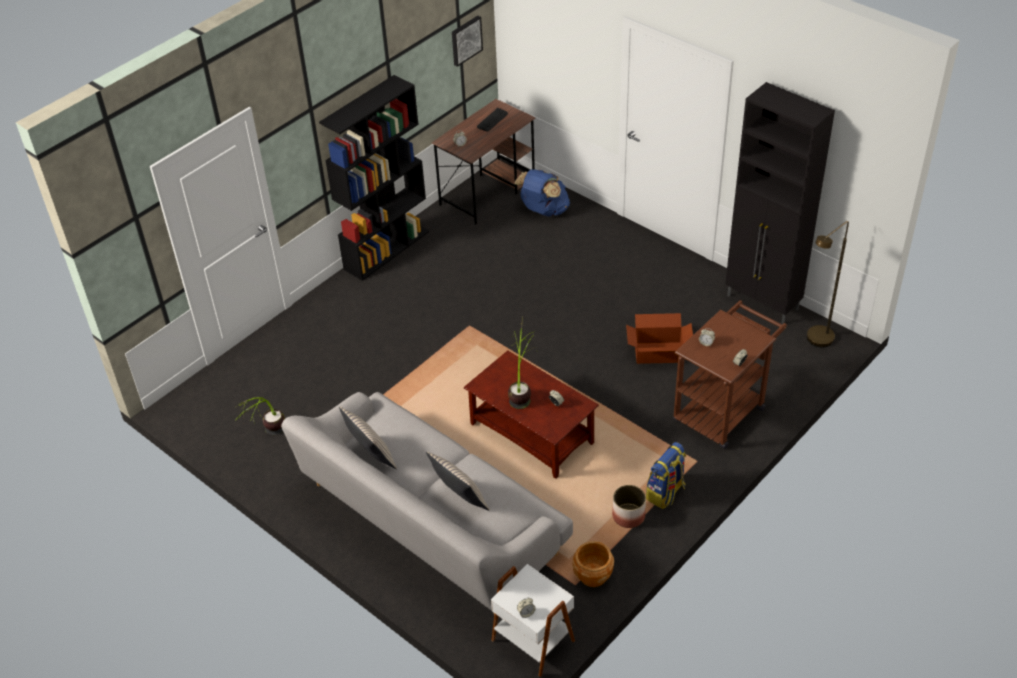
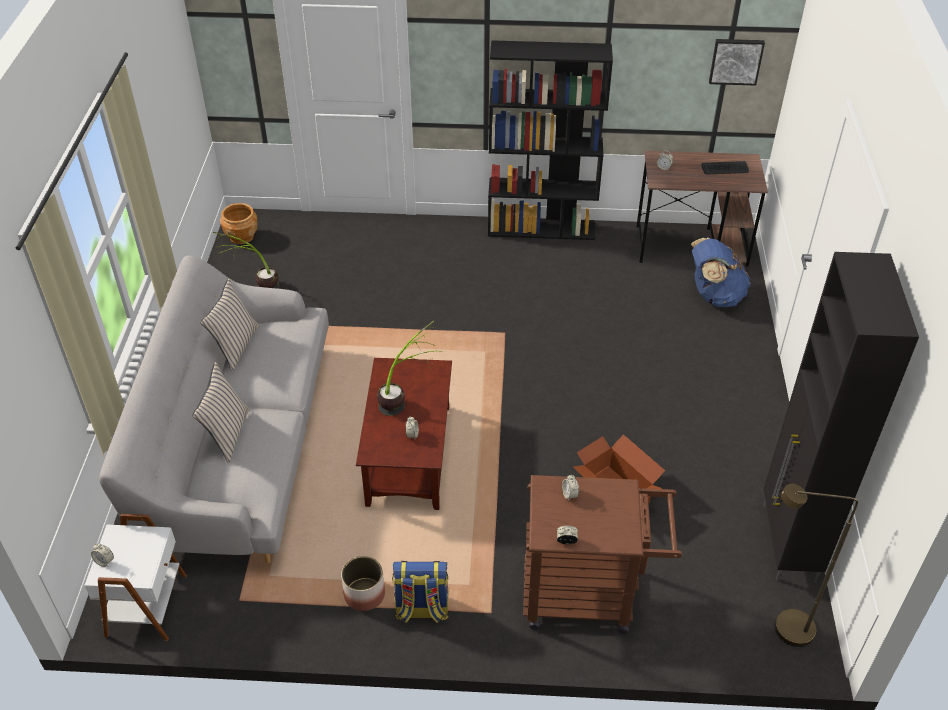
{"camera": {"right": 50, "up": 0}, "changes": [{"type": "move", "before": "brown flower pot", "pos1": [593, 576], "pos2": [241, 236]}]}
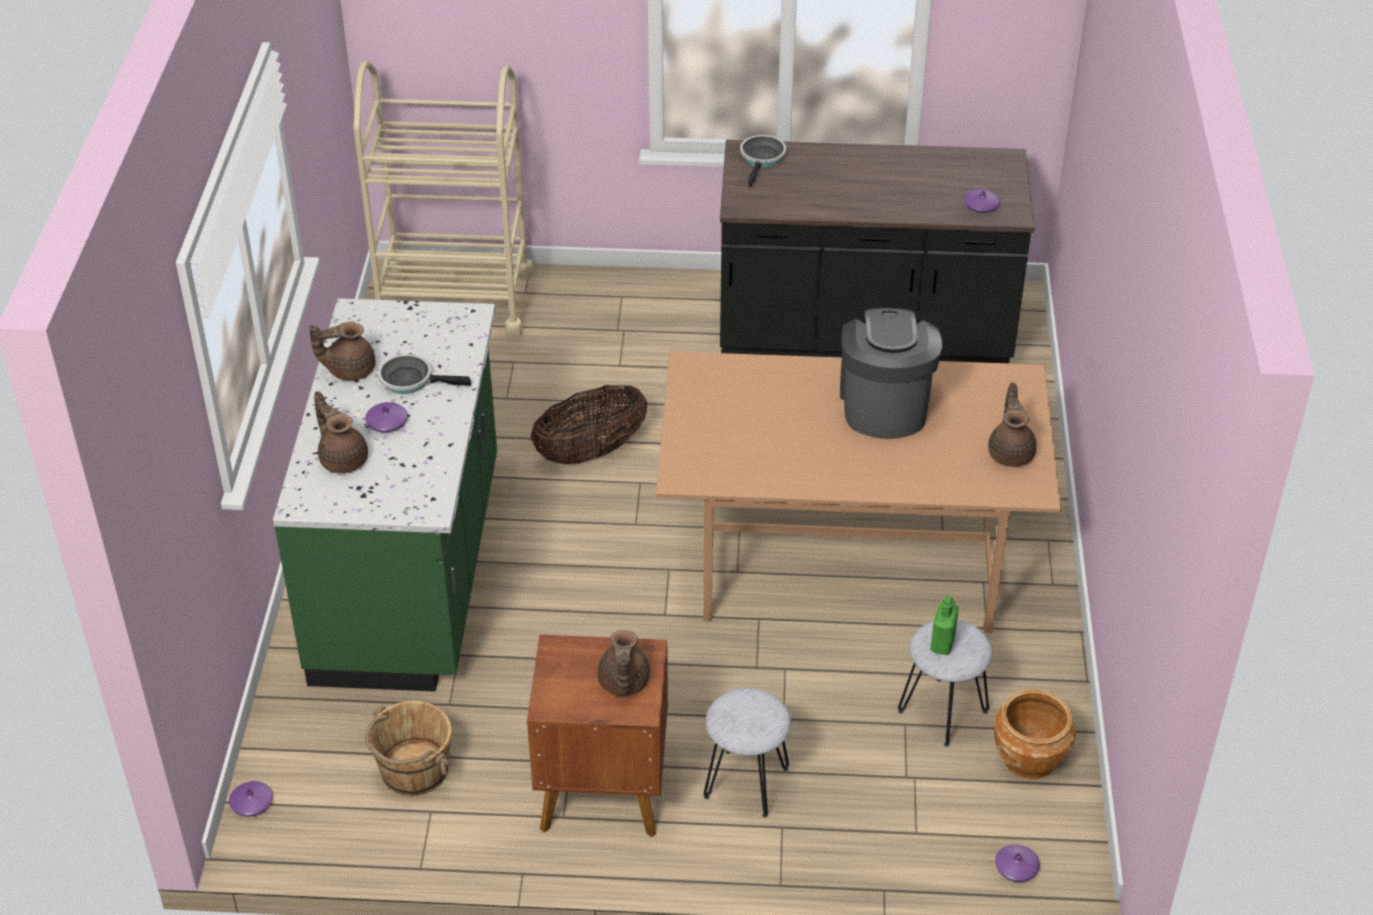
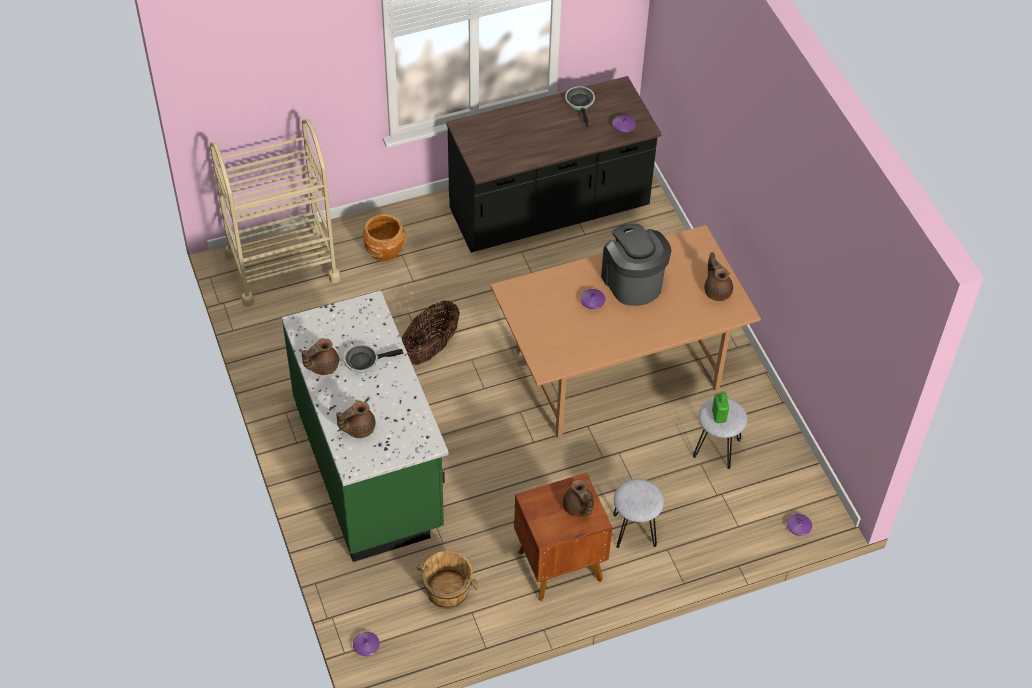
{"camera": {"right": -25, "up": 10}, "changes": [{"type": "move", "before": "pan", "pos1": [762, 159], "pos2": [580, 103]}, {"type": "rotate", "before": "brown teapot", "pos1": [343, 458], "pos2": [358, 428], "turn": -60}, {"type": "move", "before": "purple-coloured flower vase", "pos1": [387, 422], "pos2": [592, 301]}, {"type": "move", "before": "brown flower pot", "pos1": [1029, 759], "pos2": [385, 251]}]}
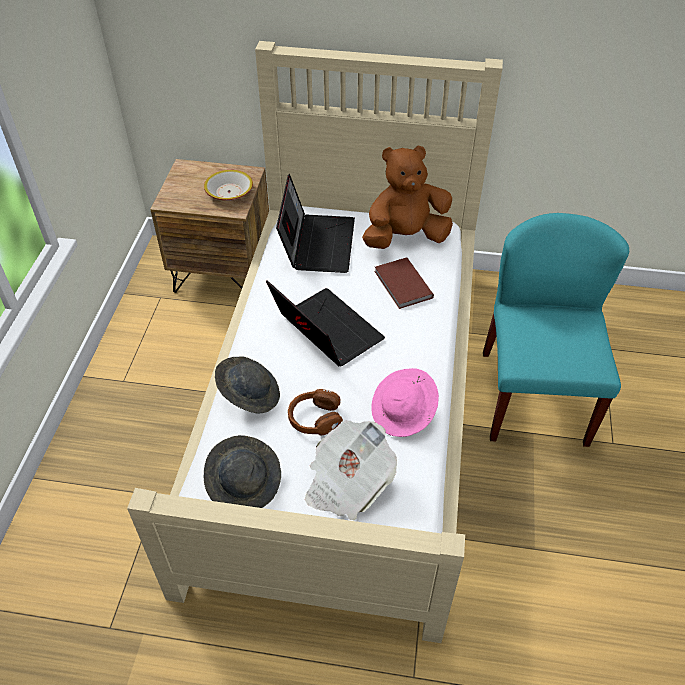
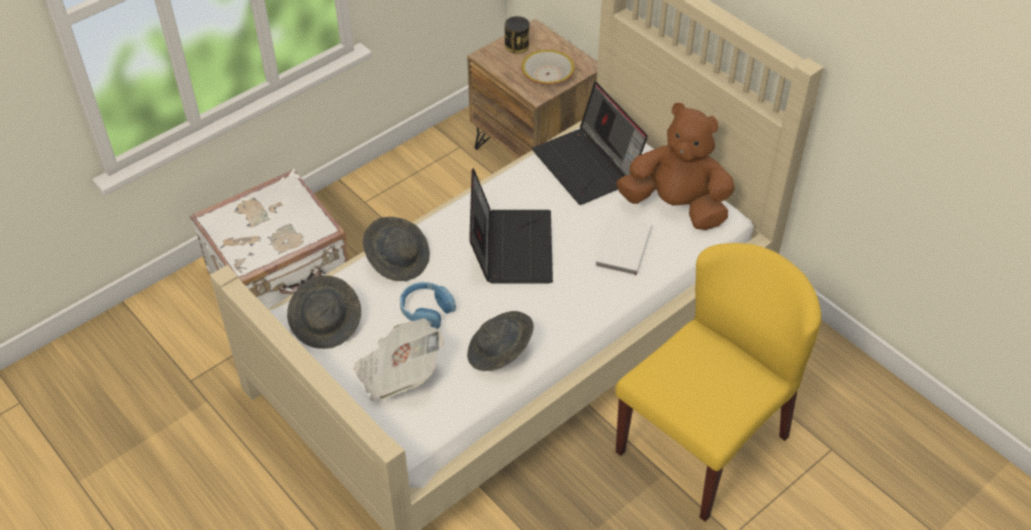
{"camera": {"right": 40, "up": 0}, "changes": [{"type": "rotate", "before": "laptop", "pos1": [317, 243], "pos2": [588, 166], "turn": 105}, {"type": "recolor", "before": "turquoise plain chair", "after": "yellow plain chair", "pos1": [533, 396], "pos2": [702, 443]}, {"type": "recolor", "before": "brown volume", "after": "white volume", "pos1": [402, 285], "pos2": [621, 248]}, {"type": "recolor", "before": "pink-coloured hat", "after": "greyish hat", "pos1": [403, 413], "pos2": [500, 352]}, {"type": "recolor", "before": "brown headphones", "after": "blue-coloured headphones", "pos1": [315, 419], "pos2": [426, 311]}, {"type": "insert", "after": "metal can", "pos2": [517, 45]}, {"type": "insert", "after": "white suitcase", "pos2": [281, 280]}]}
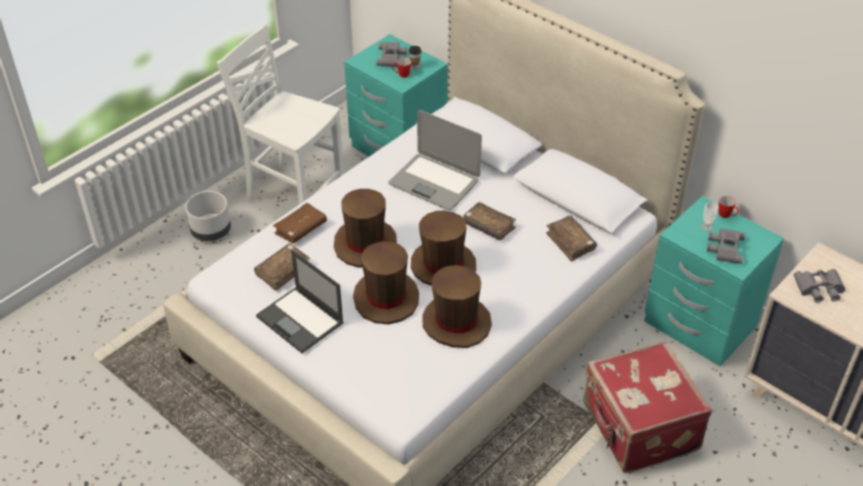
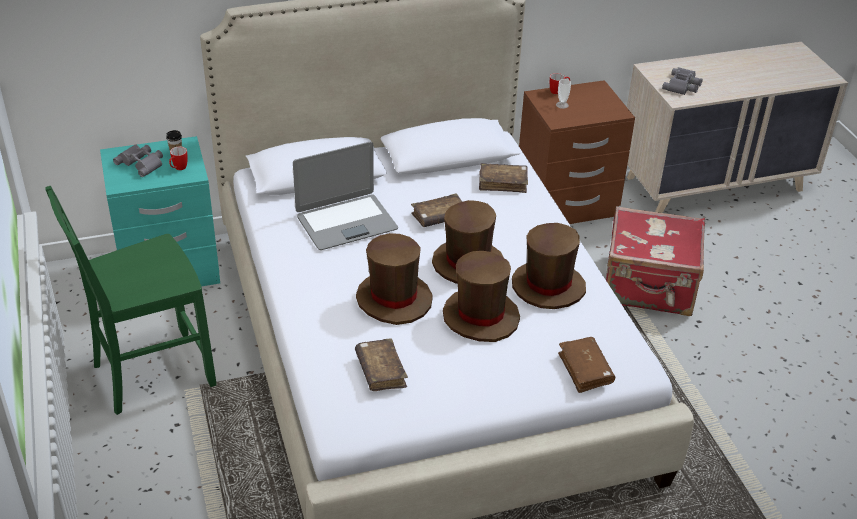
{"camera": {"right": -60, "up": -5}, "changes": [{"type": "recolor", "before": "white plain chair", "after": "greenish plain chair", "pos1": [293, 195], "pos2": [150, 374]}, {"type": "delete", "before": "greyish flower pot", "pos1": [211, 231]}, {"type": "recolor", "before": "turquoise bedside table", "after": "brown bedside table", "pos1": [699, 325], "pos2": [566, 205]}, {"type": "move", "before": "brown volume", "pos1": [300, 229], "pos2": [585, 370]}, {"type": "delete", "before": "greyish binoculars", "pos1": [724, 247]}, {"type": "delete", "before": "laptop", "pos1": [301, 320]}]}
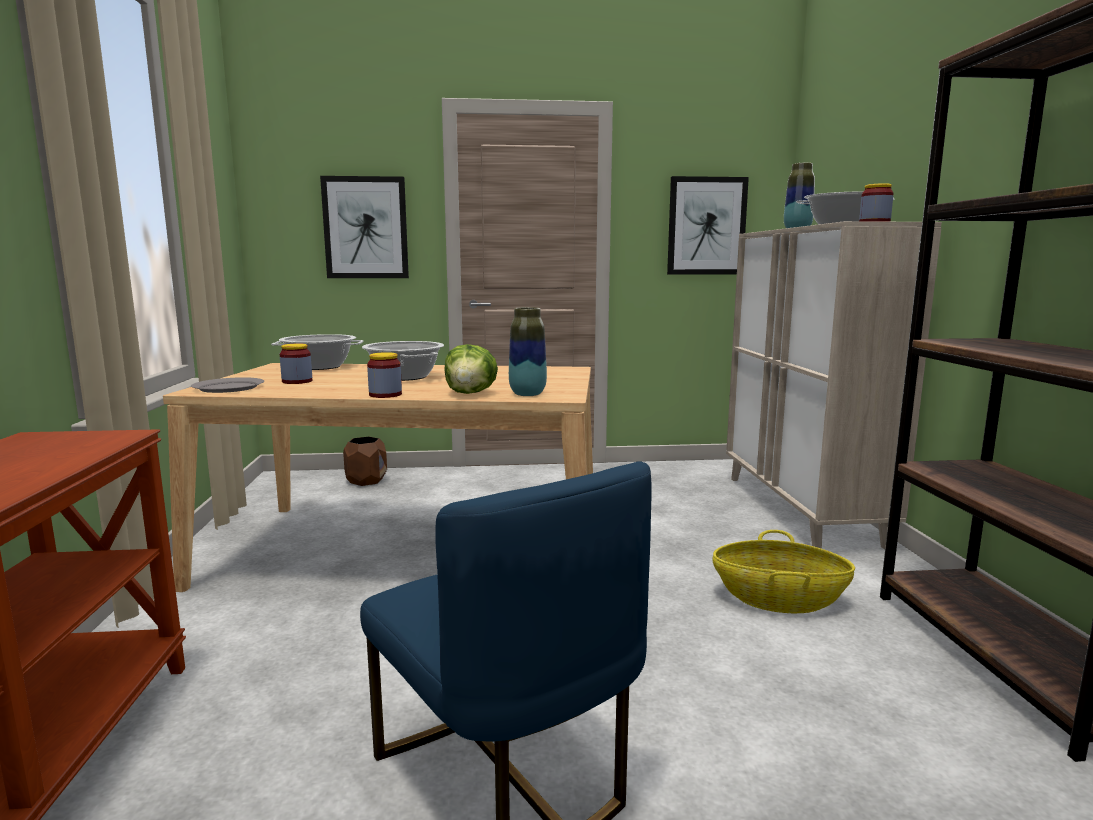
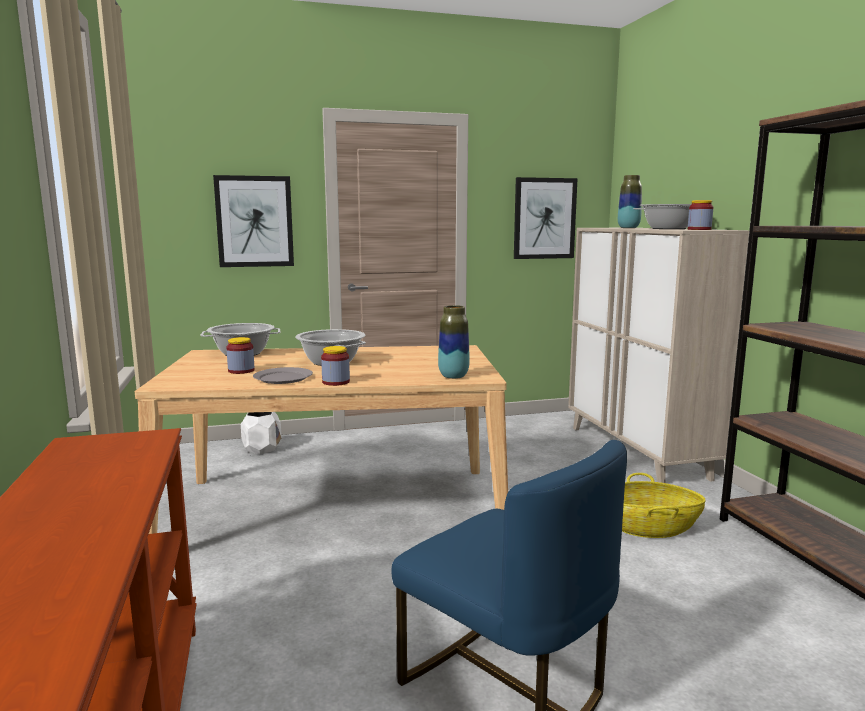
{"camera": {"right": -10, "up": 0}, "changes": [{"type": "delete", "before": "lettuce", "pos1": [470, 393]}, {"type": "move", "before": "greyish dinner plate", "pos1": [228, 387], "pos2": [283, 378]}, {"type": "recolor", "before": "brown flower pot", "after": "white flower pot", "pos1": [367, 481], "pos2": [262, 449]}]}
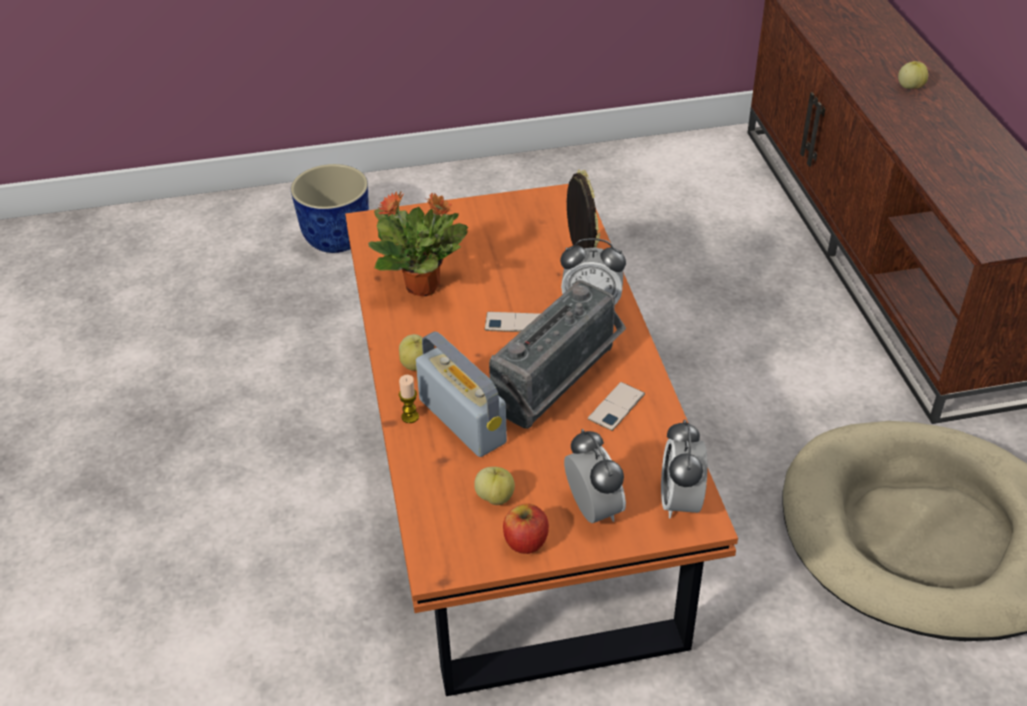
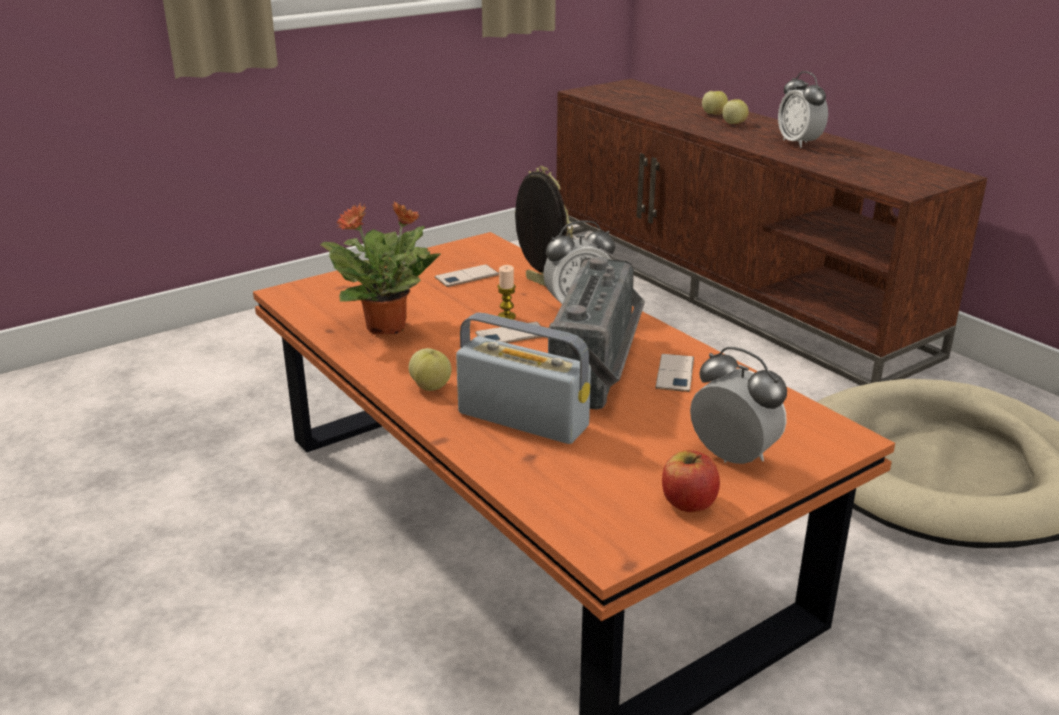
{"camera": {"right": -25, "up": -15}, "changes": [{"type": "delete", "before": "flower pot", "pos1": [337, 239]}, {"type": "move", "before": "candle", "pos1": [410, 417], "pos2": [506, 316]}, {"type": "move", "before": "bedside clock", "pos1": [680, 502], "pos2": [799, 143]}, {"type": "move", "before": "apple fruit", "pos1": [495, 497], "pos2": [714, 114]}, {"type": "insert", "after": "phone", "pos2": [467, 276]}]}
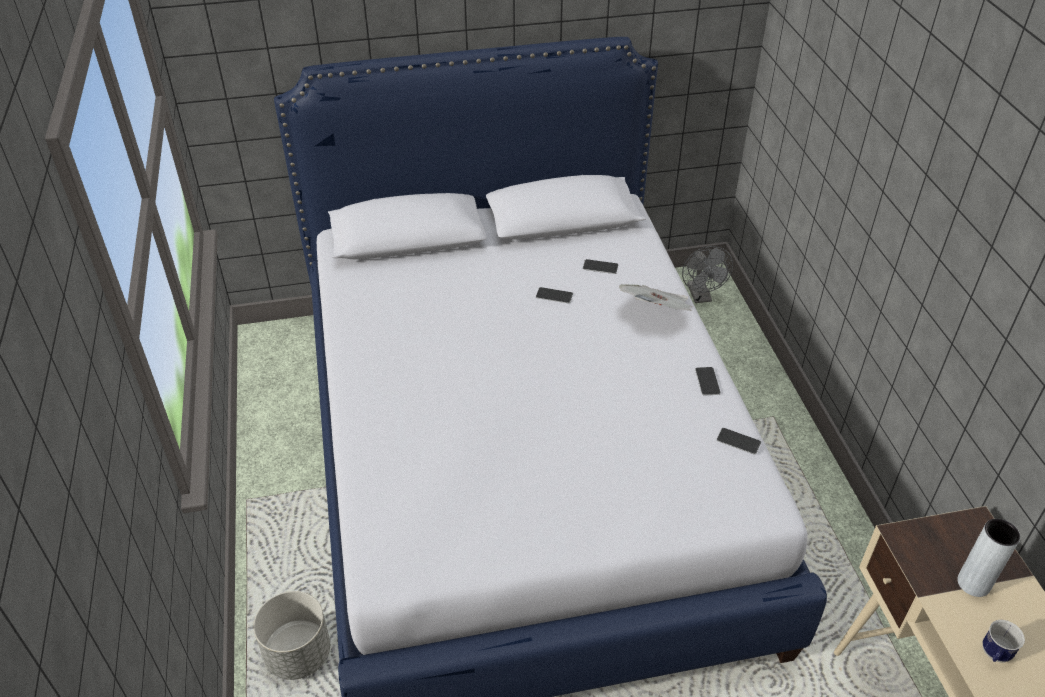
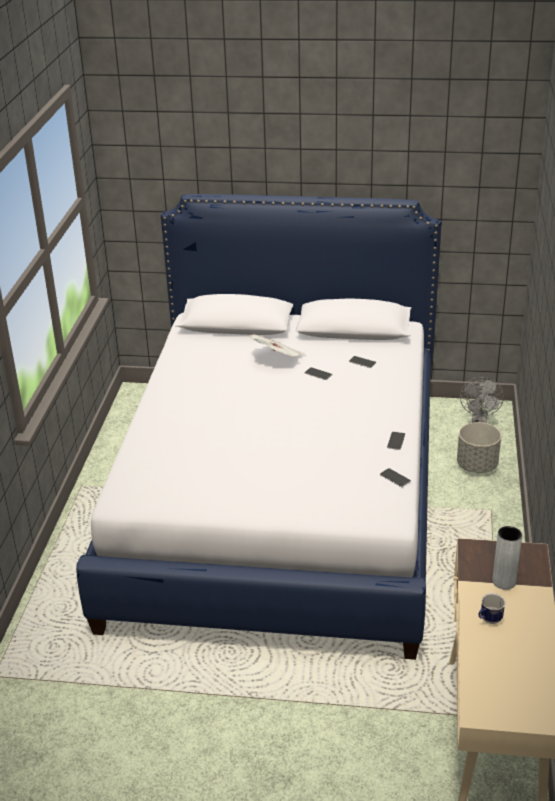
{"camera": {"right": 20, "up": -10}, "changes": [{"type": "move", "before": "daily paper", "pos1": [657, 312], "pos2": [278, 358]}, {"type": "move", "before": "greyish flower pot", "pos1": [299, 654], "pos2": [477, 466]}]}
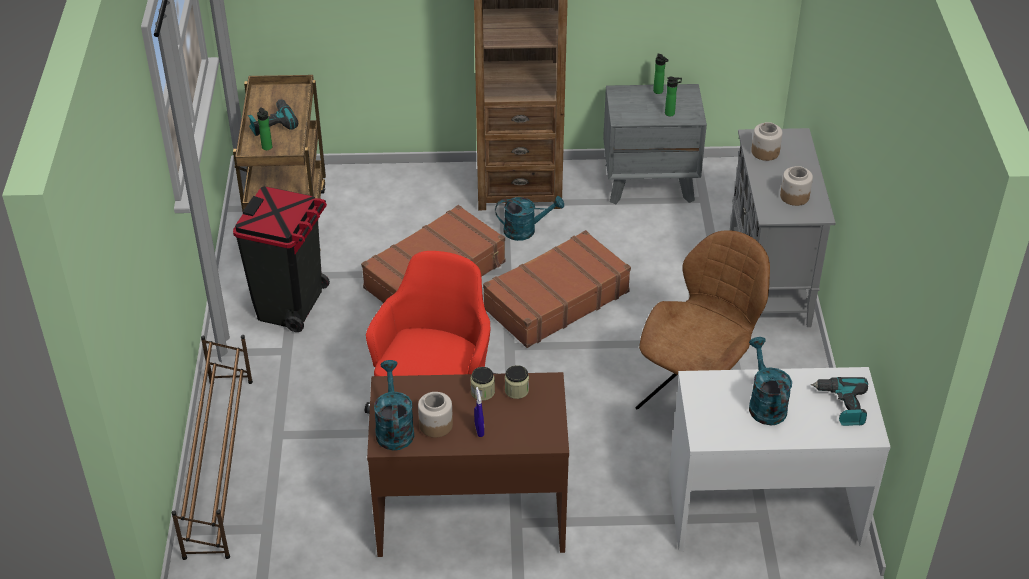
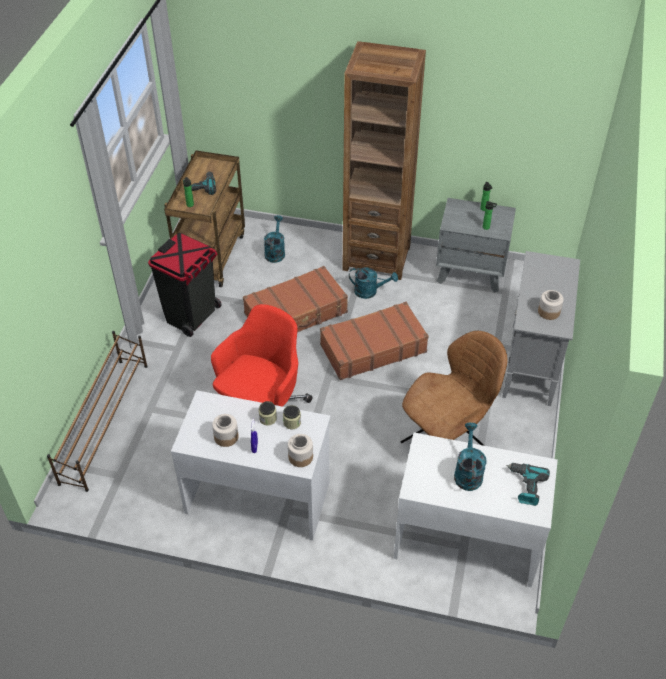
{"camera": {"right": 15, "up": 5}, "changes": [{"type": "move", "before": "jar", "pos1": [765, 152], "pos2": [300, 457]}, {"type": "move", "before": "turquoise watering pot", "pos1": [394, 428], "pos2": [275, 252]}, {"type": "recolor", "before": "brown desk table", "after": "white desk table", "pos1": [471, 514], "pos2": [258, 496]}]}
